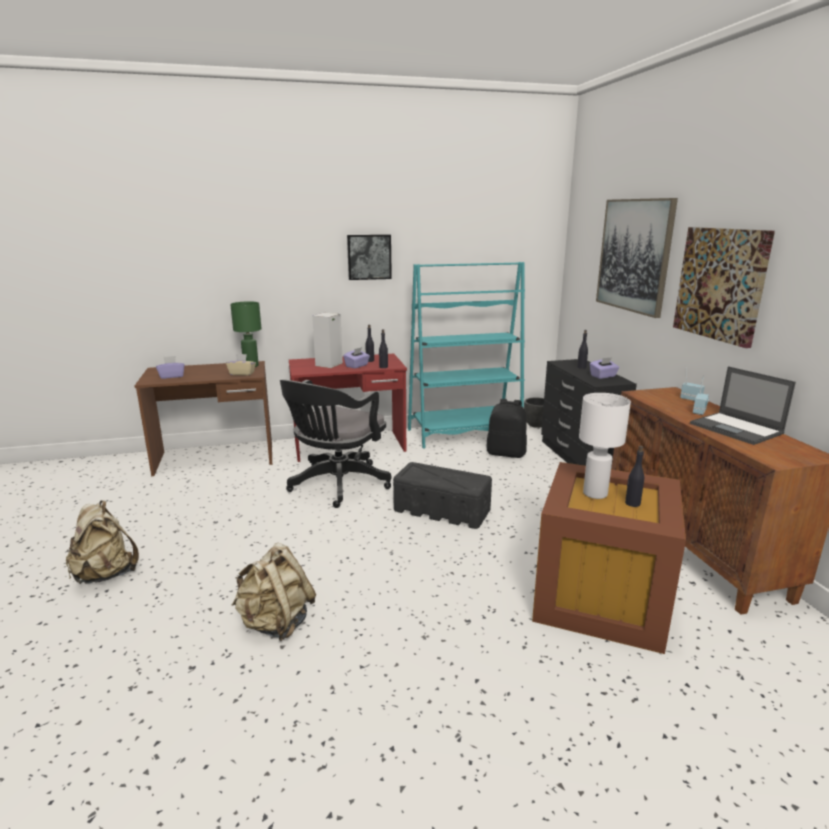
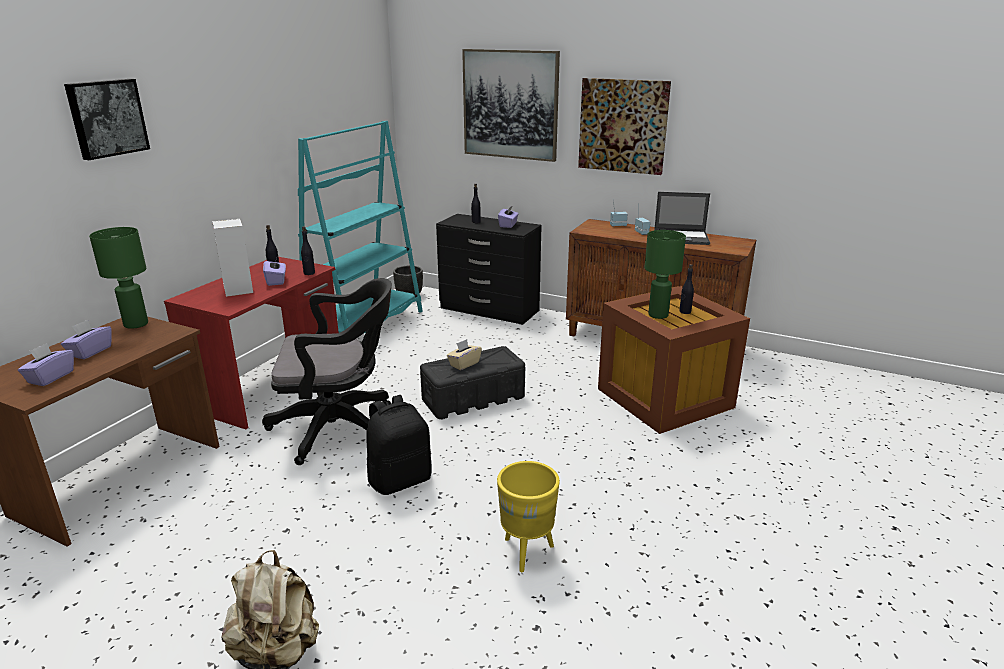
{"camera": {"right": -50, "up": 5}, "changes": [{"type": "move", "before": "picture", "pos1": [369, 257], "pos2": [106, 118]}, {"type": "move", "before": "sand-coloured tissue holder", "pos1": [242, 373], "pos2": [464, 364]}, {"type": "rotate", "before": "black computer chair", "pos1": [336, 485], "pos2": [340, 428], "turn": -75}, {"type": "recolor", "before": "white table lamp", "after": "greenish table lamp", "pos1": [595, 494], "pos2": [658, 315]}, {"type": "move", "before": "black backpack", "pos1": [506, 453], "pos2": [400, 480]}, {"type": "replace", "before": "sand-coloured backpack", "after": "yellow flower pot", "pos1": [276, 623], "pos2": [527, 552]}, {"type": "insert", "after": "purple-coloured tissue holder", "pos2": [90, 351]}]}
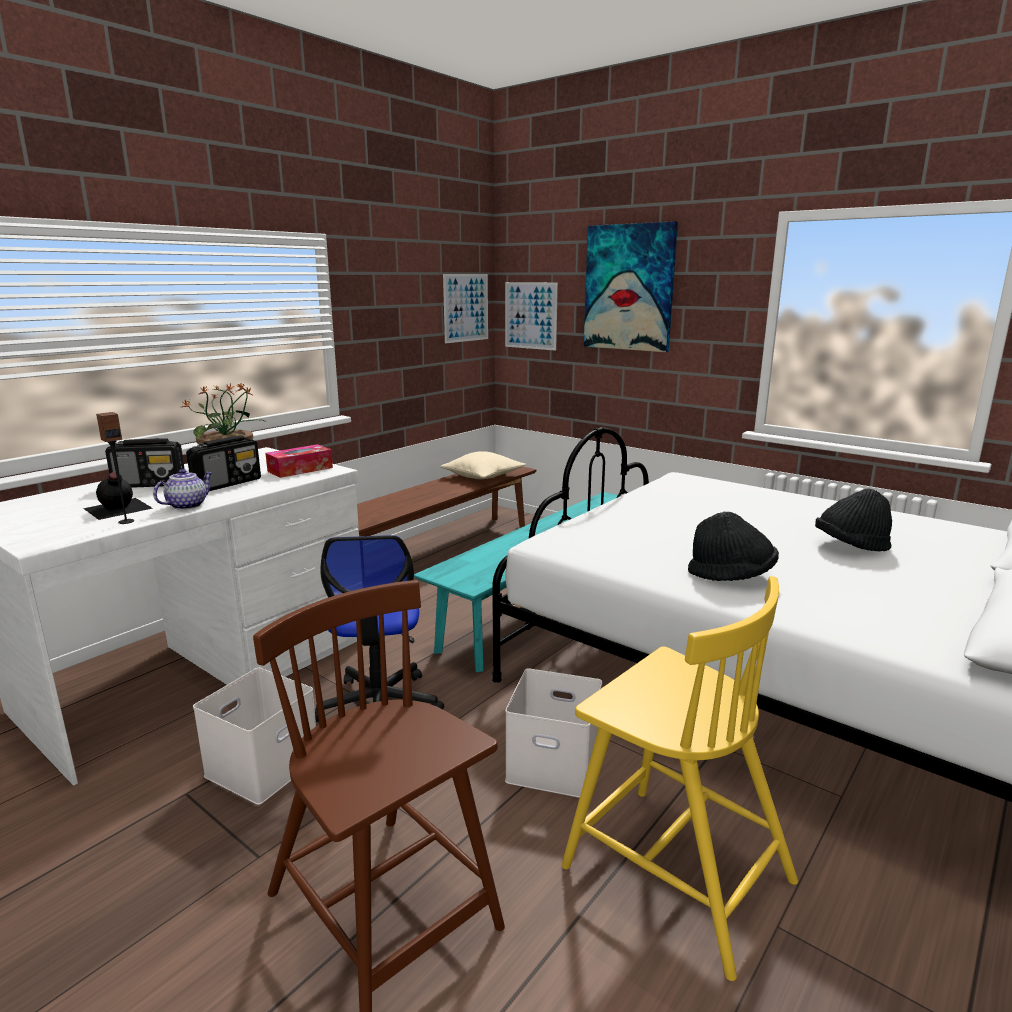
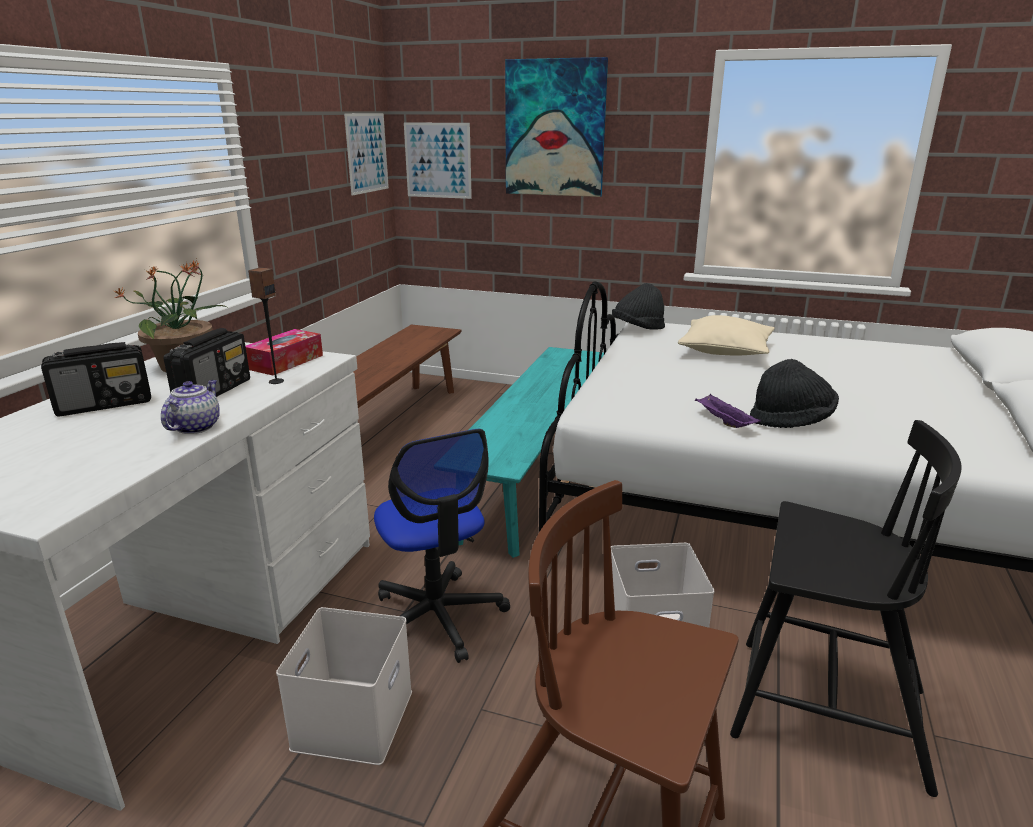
{"camera": {"right": -20, "up": 5}, "changes": [{"type": "move", "before": "audio speaker", "pos1": [126, 521], "pos2": [276, 381]}, {"type": "move", "before": "sand-coloured pillow", "pos1": [483, 476], "pos2": [725, 350]}, {"type": "delete", "before": "black beverage bottle", "pos1": [117, 508]}, {"type": "move", "before": "black hat", "pos1": [850, 546], "pos2": [637, 329]}, {"type": "recolor", "before": "yellow plain chair", "after": "black plain chair", "pos1": [674, 870], "pos2": [824, 710]}, {"type": "insert", "after": "purple-coloured tray", "pos2": [723, 421]}]}
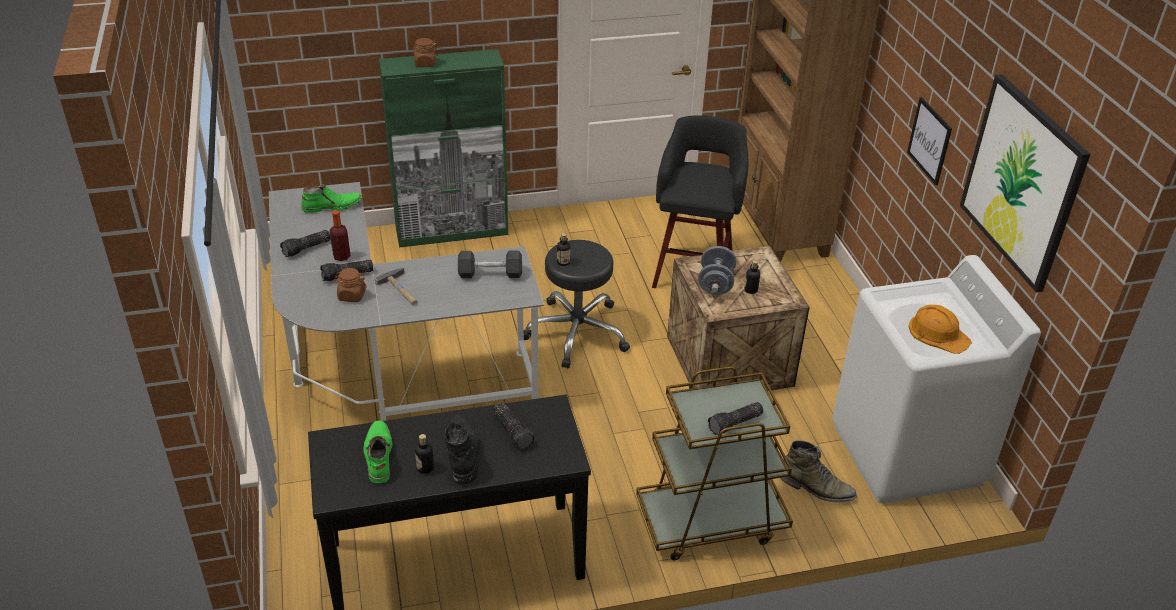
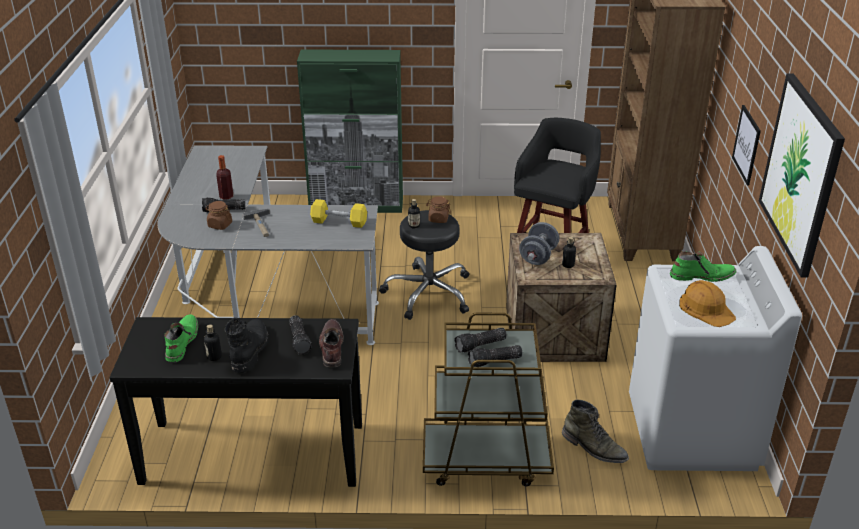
{"camera": {"right": 15, "up": -5}, "changes": [{"type": "move", "before": "brown jar", "pos1": [425, 63], "pos2": [438, 219]}, {"type": "move", "before": "greenish tall boot", "pos1": [332, 206], "pos2": [701, 276]}, {"type": "move", "before": "flashlight", "pos1": [307, 249], "pos2": [480, 346]}, {"type": "recolor", "before": "black hand weight", "after": "yellow hand weight", "pos1": [490, 273], "pos2": [339, 222]}, {"type": "insert", "after": "brown tall boot", "pos2": [331, 347]}]}
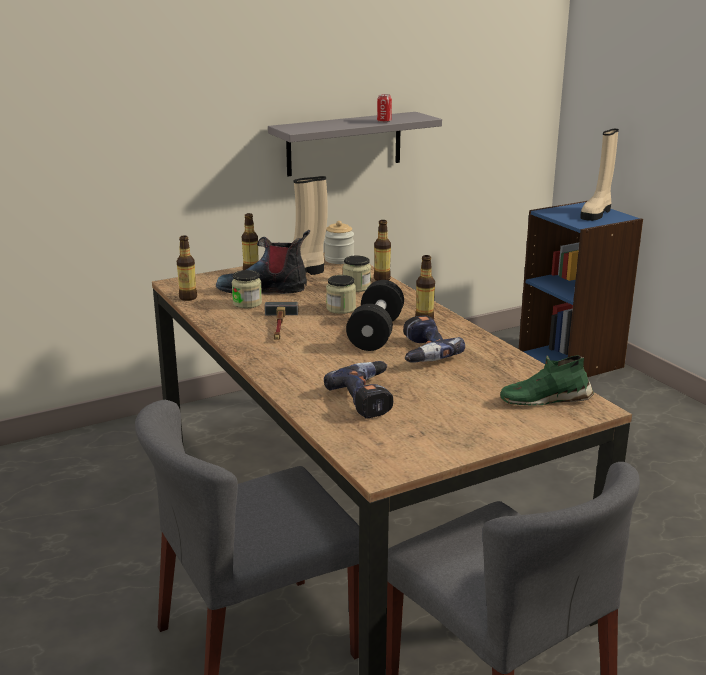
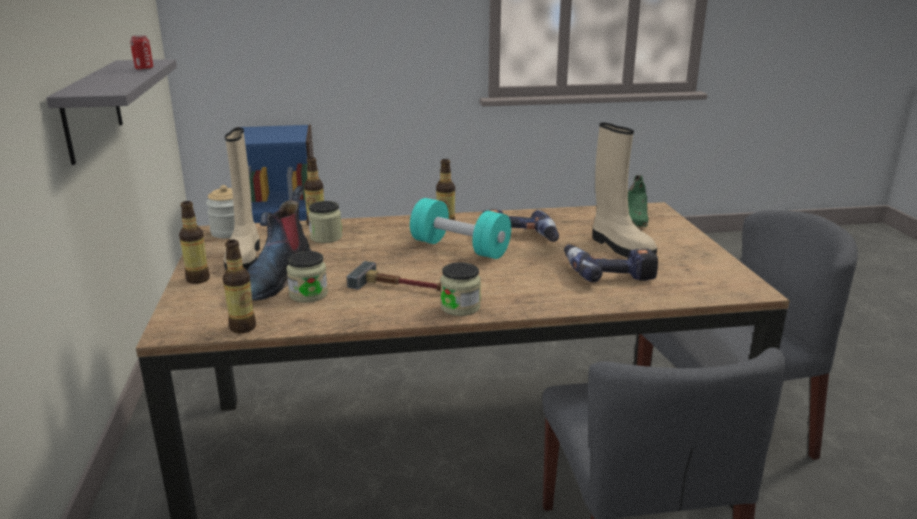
{"camera": {"right": -70, "up": 0}, "changes": [{"type": "move", "before": "sand-coloured tall boot", "pos1": [596, 213], "pos2": [620, 247]}, {"type": "move", "before": "jar", "pos1": [341, 308], "pos2": [460, 307]}, {"type": "recolor", "before": "black hand weight", "after": "turquoise hand weight", "pos1": [376, 333], "pos2": [460, 248]}]}
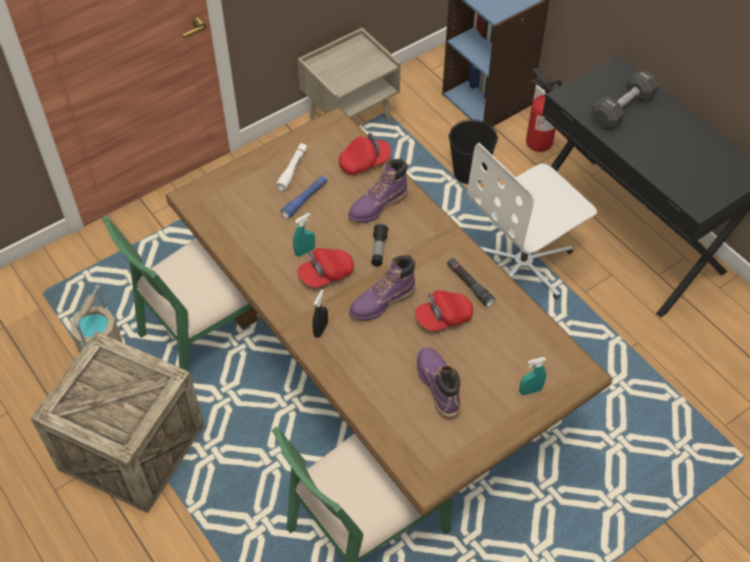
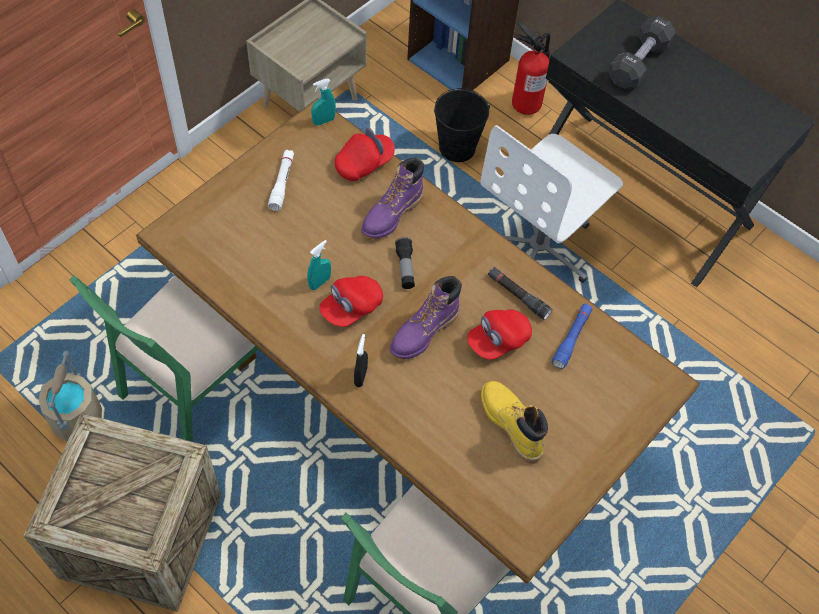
{"camera": {"right": -15, "up": 5}, "changes": [{"type": "move", "before": "blue-coloured flashlight", "pos1": [305, 200], "pos2": [572, 338]}, {"type": "recolor", "before": "purple-coloured tall boot", "after": "yellow tall boot", "pos1": [438, 386], "pos2": [511, 424]}, {"type": "move", "before": "turquoise sprayer", "pos1": [530, 390], "pos2": [324, 121]}]}
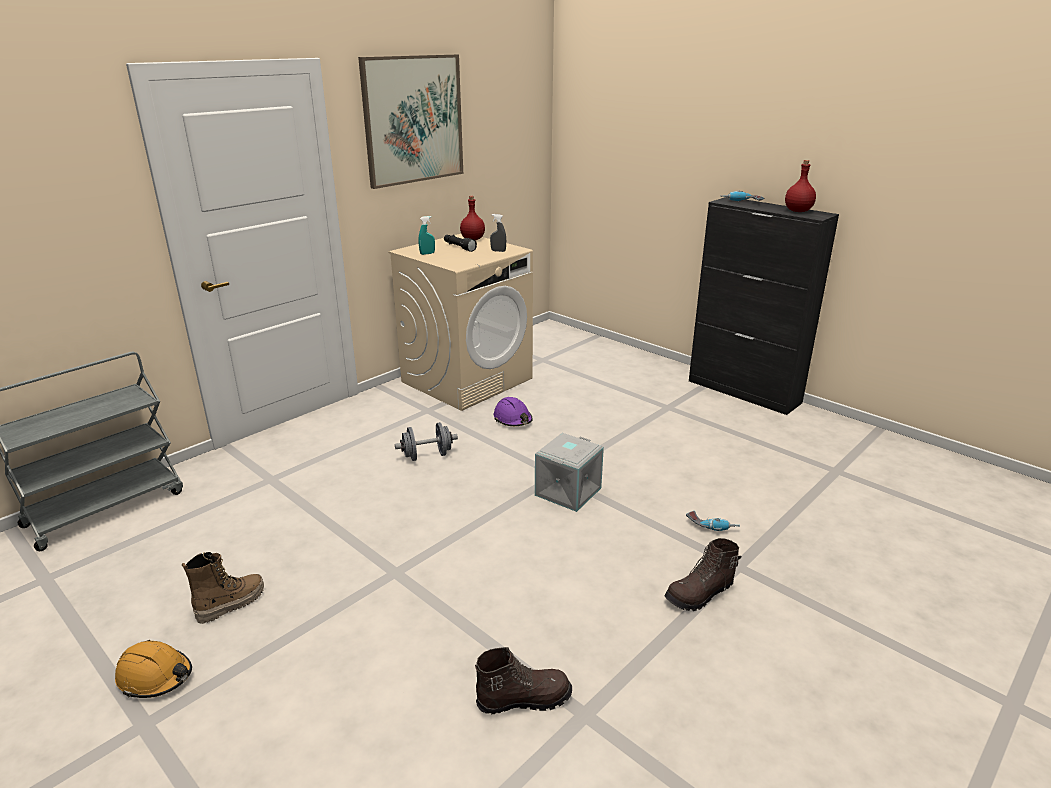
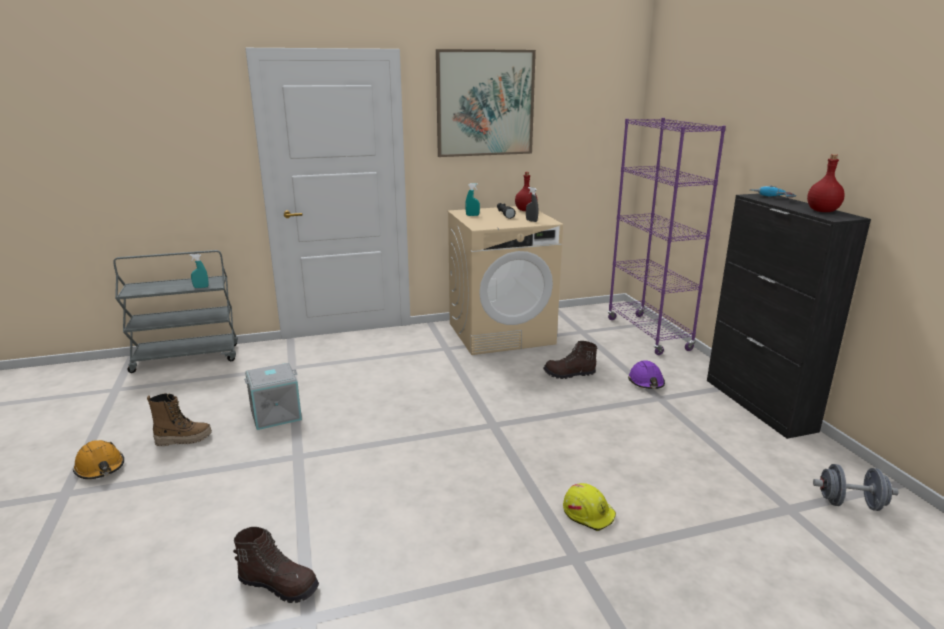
{"camera": {"right": 30, "up": -5}, "changes": [{"type": "move", "before": "purple-coloured hard hat", "pos1": [513, 419], "pos2": [646, 382]}, {"type": "move", "before": "greyish hand weight", "pos1": [427, 456], "pos2": [850, 503]}, {"type": "move", "before": "greyish storage bin", "pos1": [567, 491], "pos2": [276, 414]}, {"type": "replace", "before": "power drill", "after": "yellow hard hat", "pos1": [711, 526], "pos2": [588, 513]}, {"type": "move", "before": "brown tall boot", "pos1": [700, 594], "pos2": [569, 374]}, {"type": "insert", "after": "purple-coloured shelving unit", "pos2": [648, 334]}, {"type": "insert", "after": "turquoise sprayer", "pos2": [201, 287]}]}
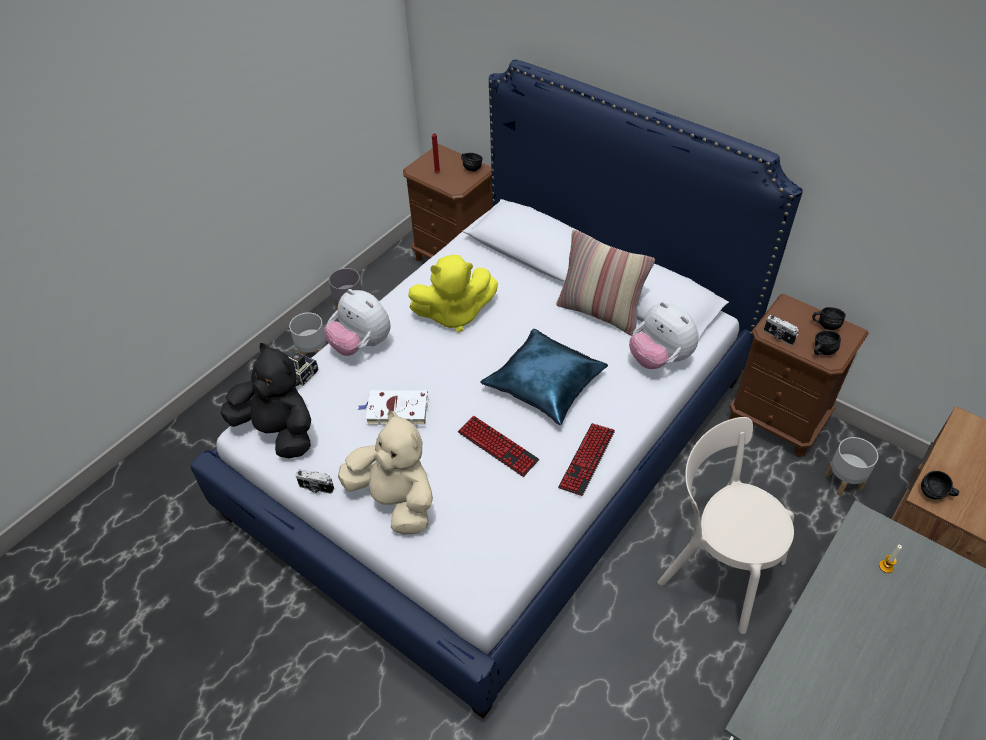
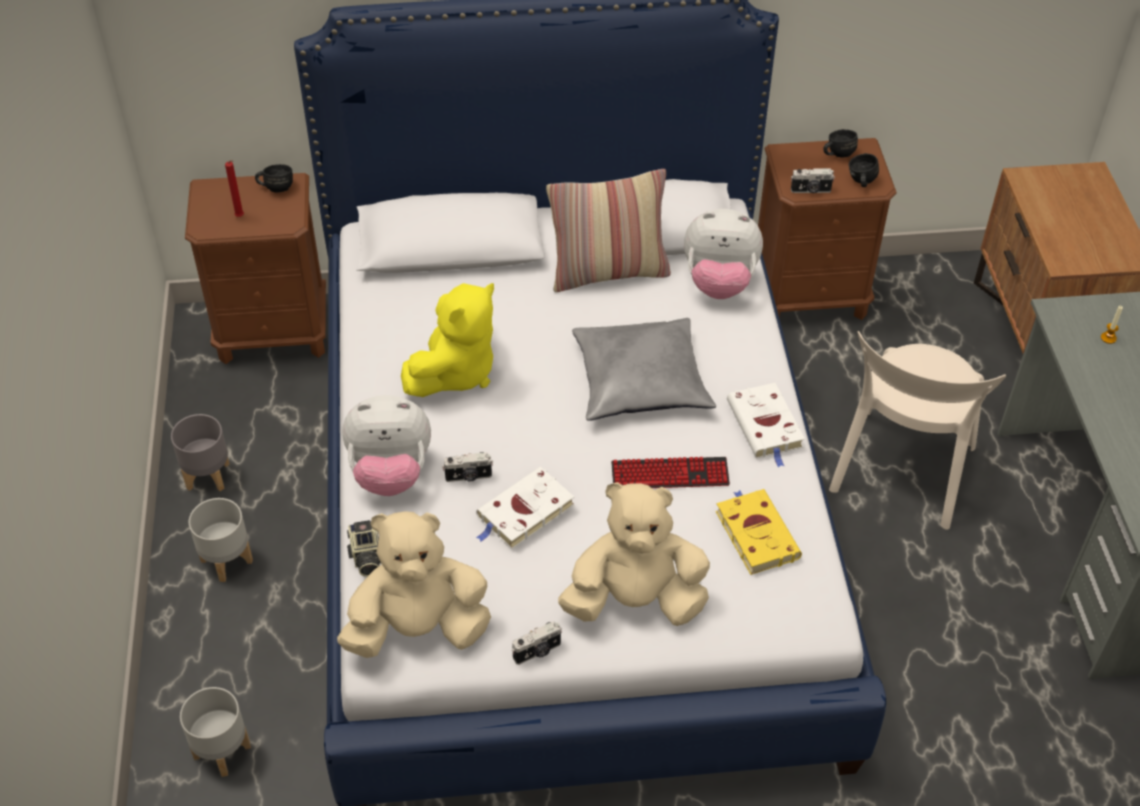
{"camera": {"right": -45, "up": 0}, "changes": [{"type": "recolor", "before": "blue-coloured pillow", "after": "greyish pillow", "pos1": [545, 384], "pos2": [641, 381]}, {"type": "recolor", "before": "black cuddly toy", "after": "sand-coloured cuddly toy", "pos1": [279, 431], "pos2": [418, 628]}, {"type": "rotate", "before": "sand-coloured plain chair", "pos1": [716, 568], "pos2": [901, 474], "turn": -60}, {"type": "replace", "before": "keyboard", "after": "white volume", "pos1": [587, 459], "pos2": [766, 426]}, {"type": "move", "before": "greyish flower pot", "pos1": [843, 480], "pos2": [221, 751]}, {"type": "delete", "before": "black coffee mug", "pos1": [935, 495]}, {"type": "insert", "after": "photo camera", "pos2": [468, 477]}, {"type": "insert", "after": "yellow volume", "pos2": [755, 533]}]}
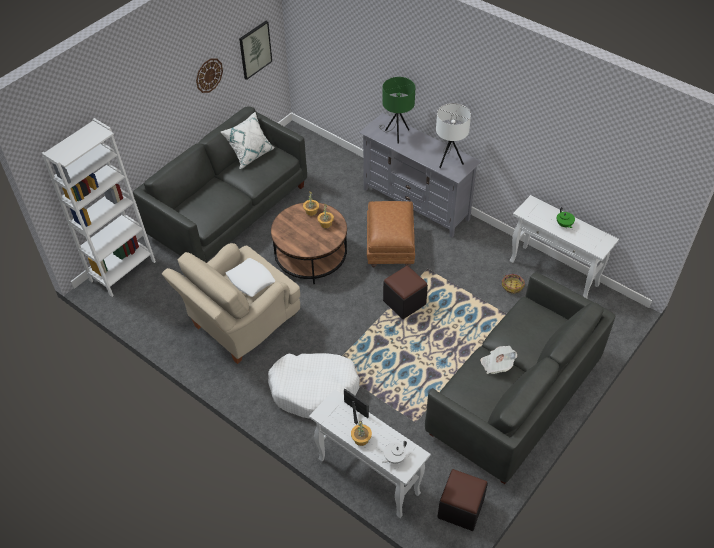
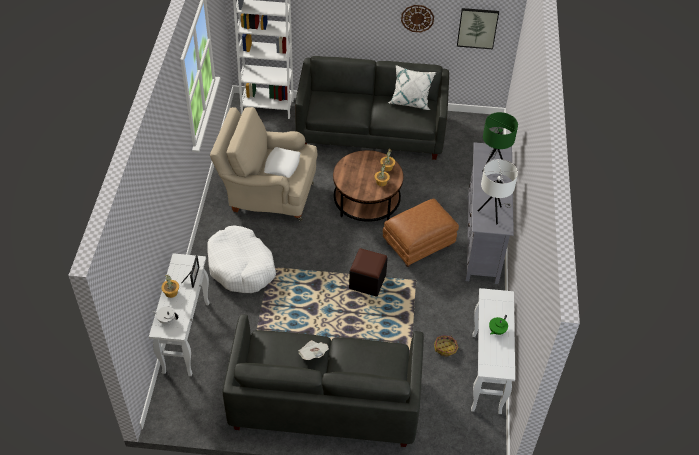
{"camera": {"right": 55, "up": 0}, "changes": [{"type": "delete", "before": "black footrest", "pos1": [460, 508]}]}
